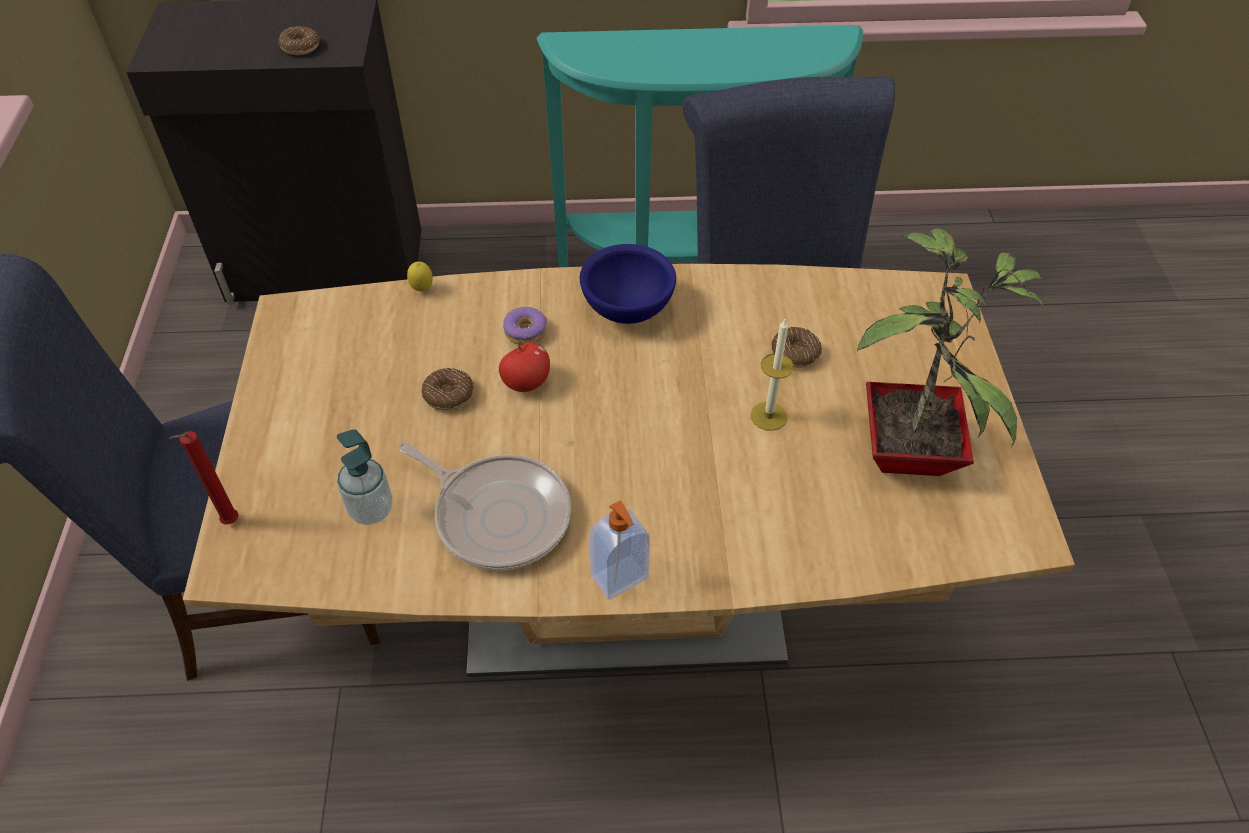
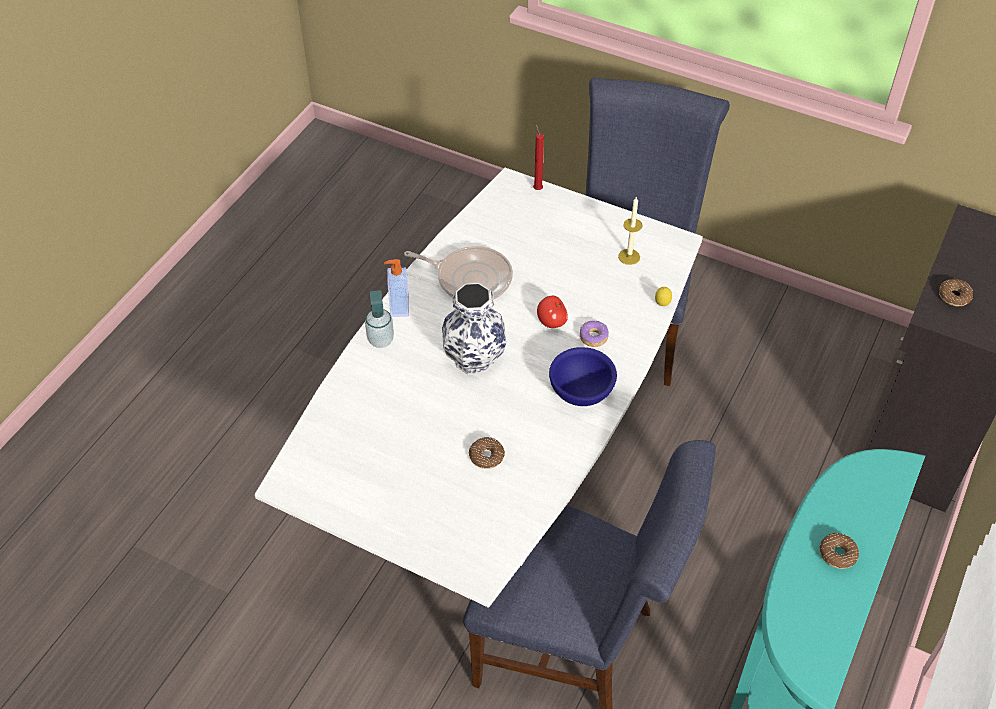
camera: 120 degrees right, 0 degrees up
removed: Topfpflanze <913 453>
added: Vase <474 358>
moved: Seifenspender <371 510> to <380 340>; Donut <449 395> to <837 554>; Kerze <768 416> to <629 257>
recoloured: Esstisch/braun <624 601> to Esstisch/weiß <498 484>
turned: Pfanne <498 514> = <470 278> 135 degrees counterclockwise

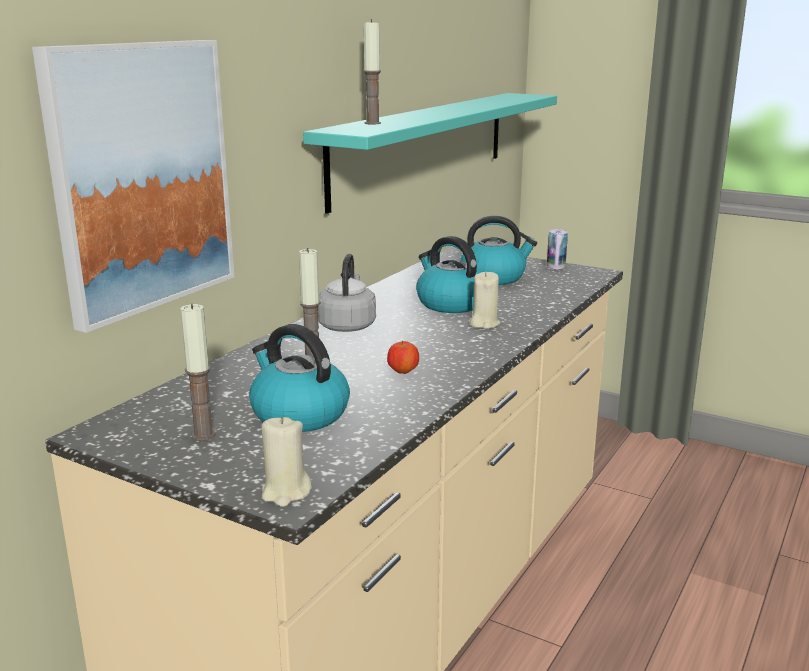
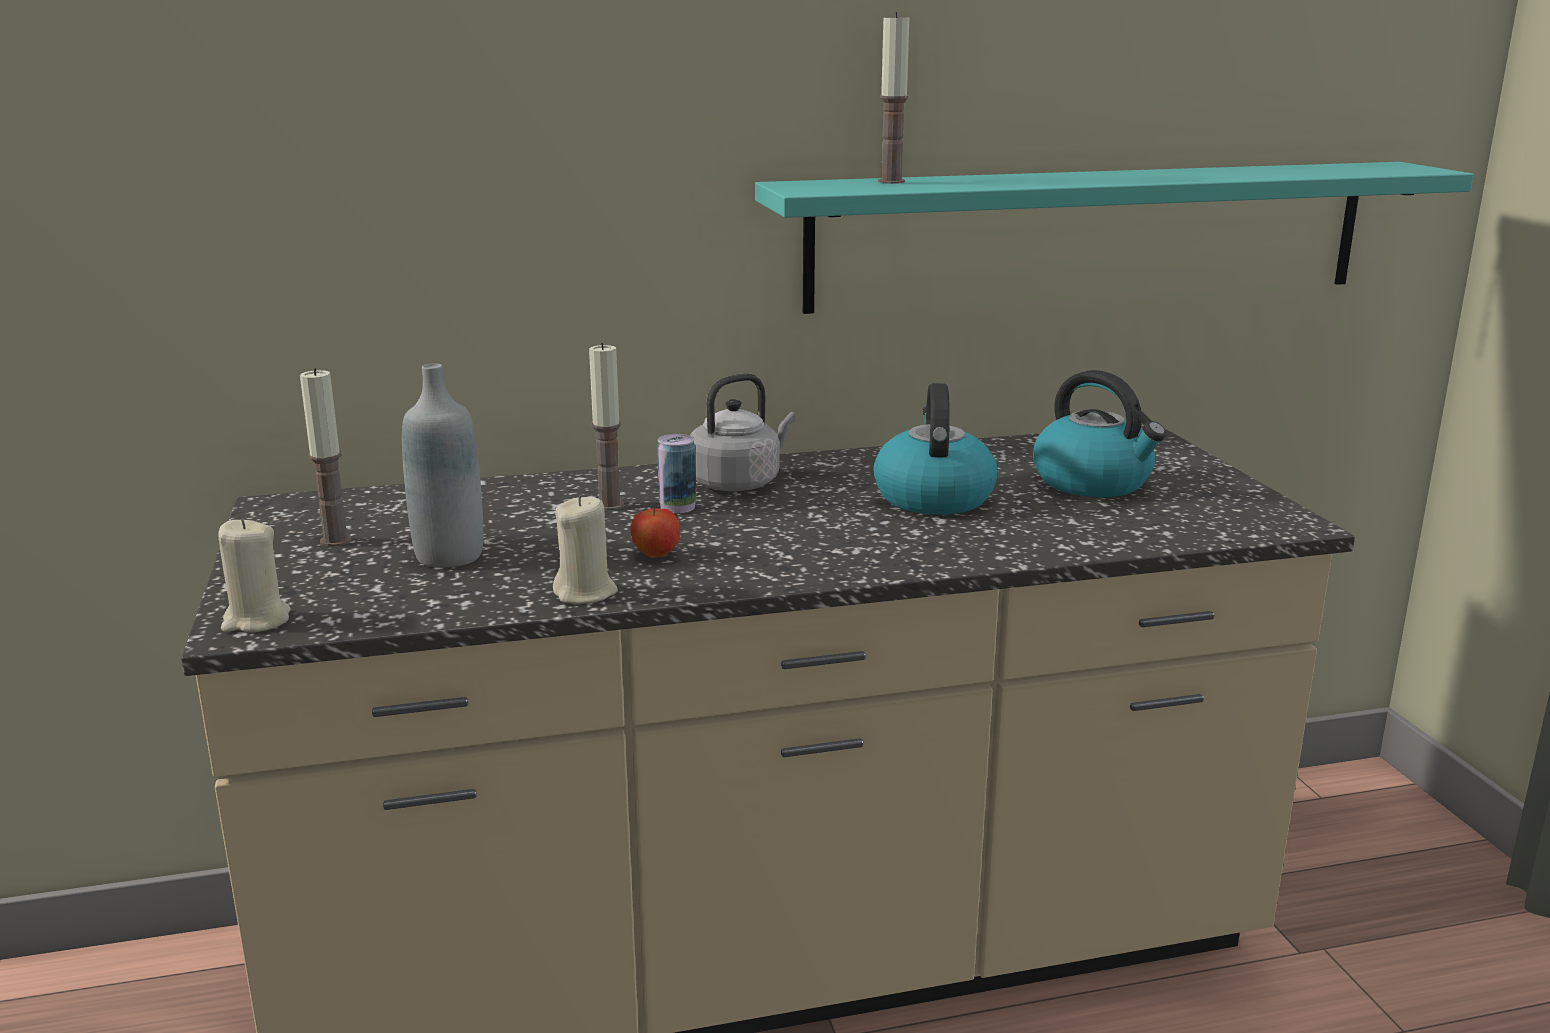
camera: 45 degrees right, 0 degrees up
removed: Bild <141 178>
moved: Kerze/beige <484 324> to <585 593>; Dose <556 266> to <677 507>
replaced: Wasserkessel <298 414> to Flasche/grau <449 556>

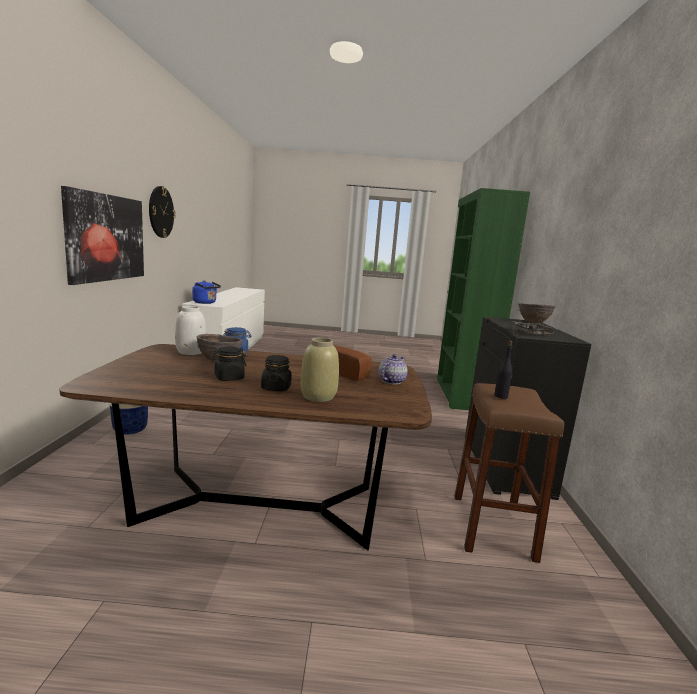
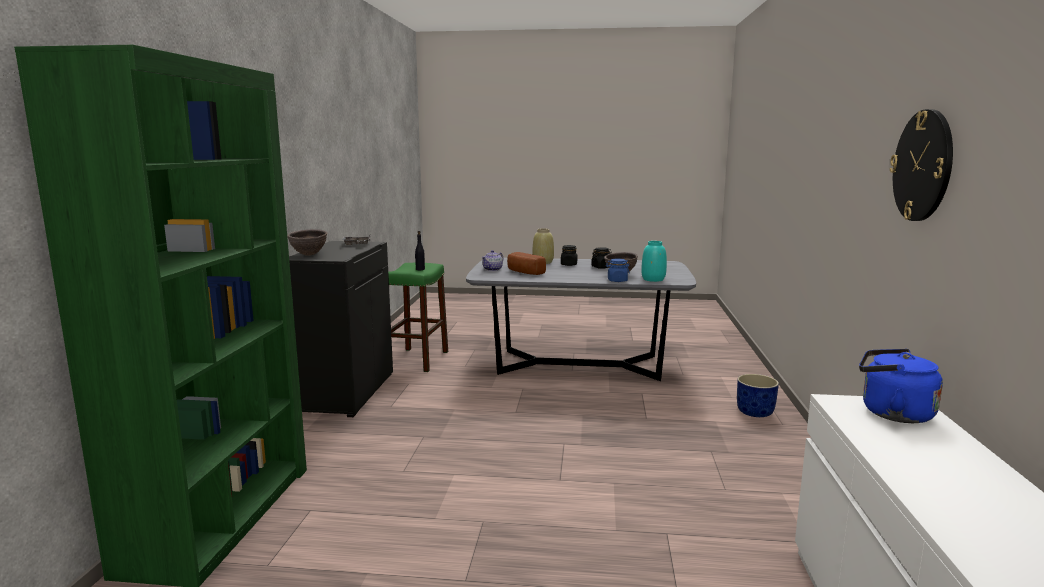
camera: 175 degrees left, 0 degrees up
removed: Bild <106 237>
recoloured: Esstisch/braun <260 506> to Esstisch/grau <578 365>; Vase/weiß <191 352> to Vase/türkis <653 279>; Hocker/braun <492 526> to Hocker/grün <417 360>

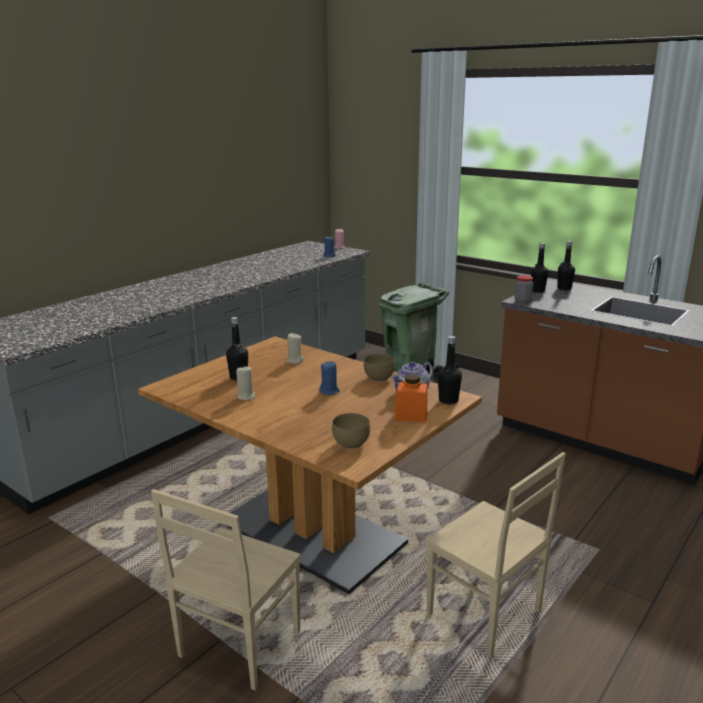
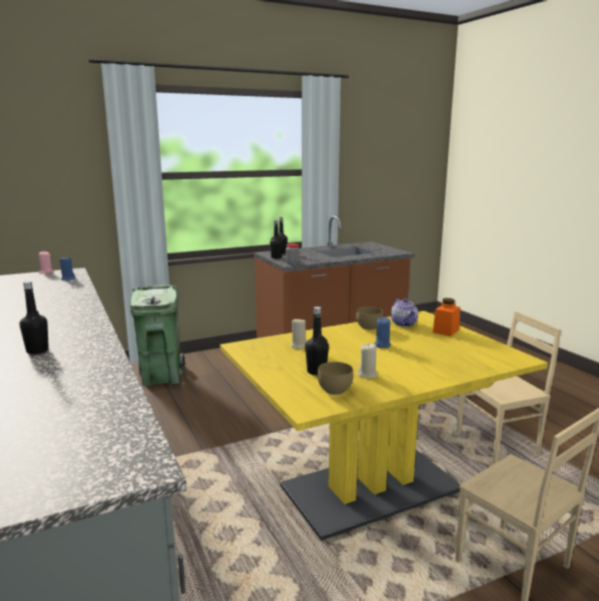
camera: 65 degrees left, 5 degrees down
moved: Schüssel/braun <352 443> to <334 390>; Flasche/schwarz <448 400> to <37 351>
recoloured: Esstisch/braun <311 533> to Esstisch/gelb <371 489>

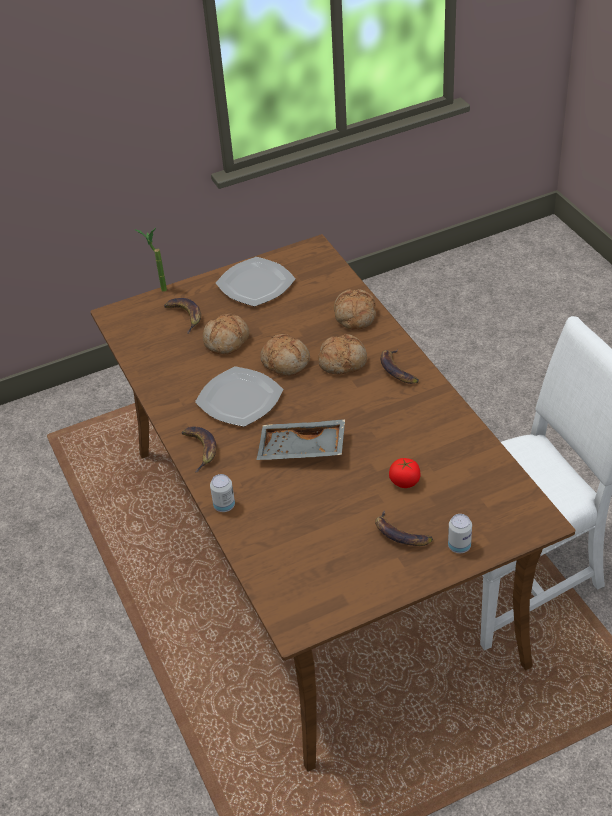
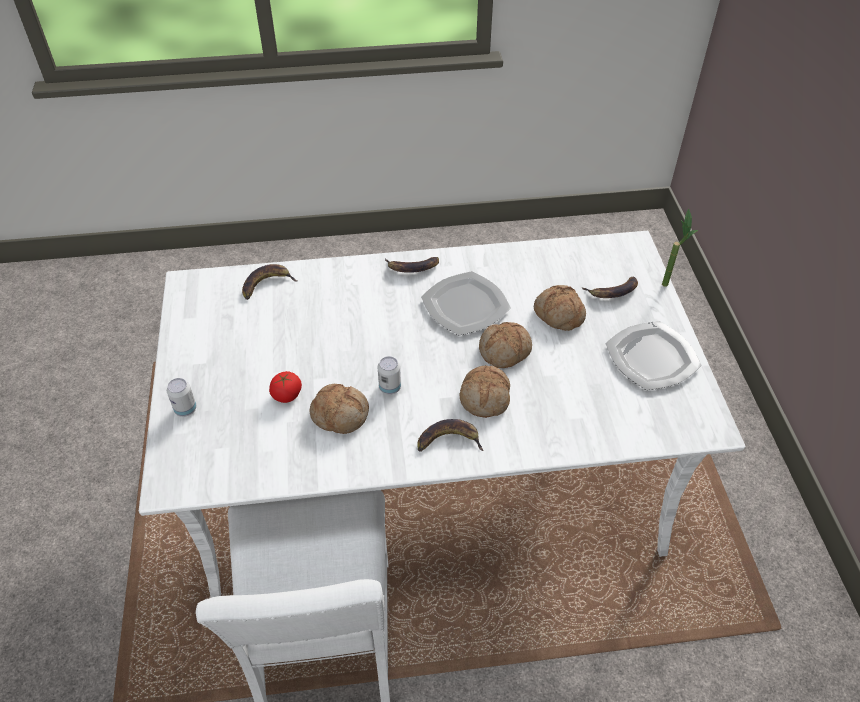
camera: 105 degrees right, 5 degrees up
removed: Tablett/grau <301 450>
moved: Dose <224 506> to <390 387>; Brot <354 316> to <340 414>; Banane <400 534> to <266 284>
recoloured: Esstisch/braun <315 551> to Esstisch/weiß <430 478>

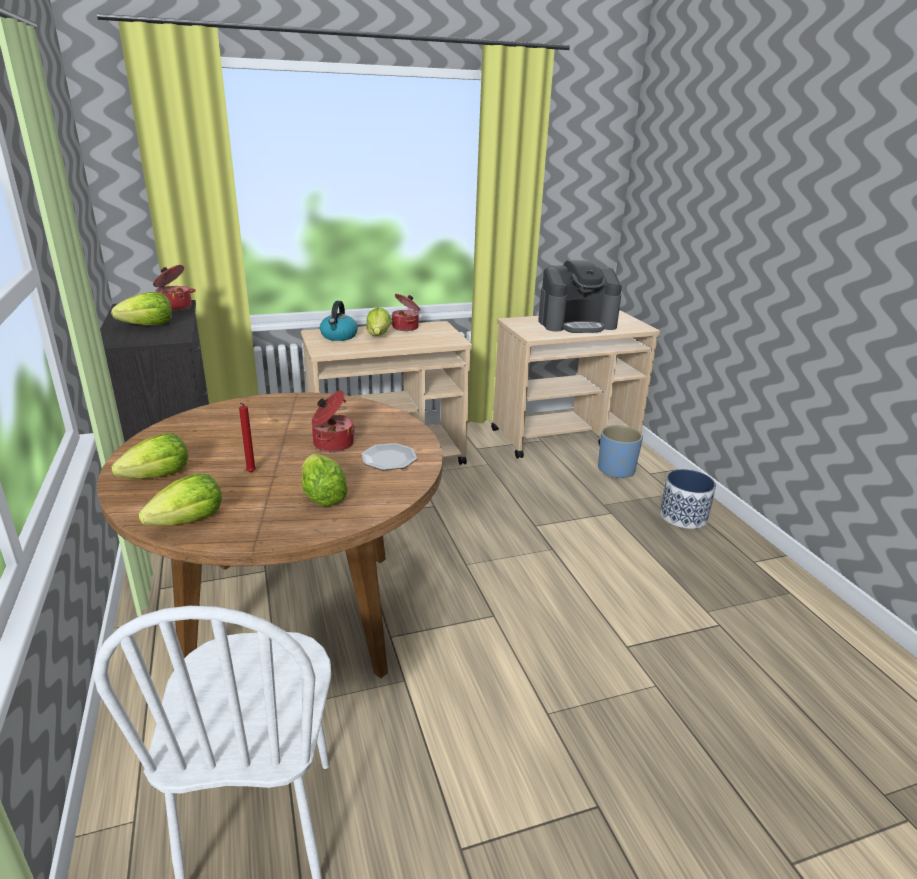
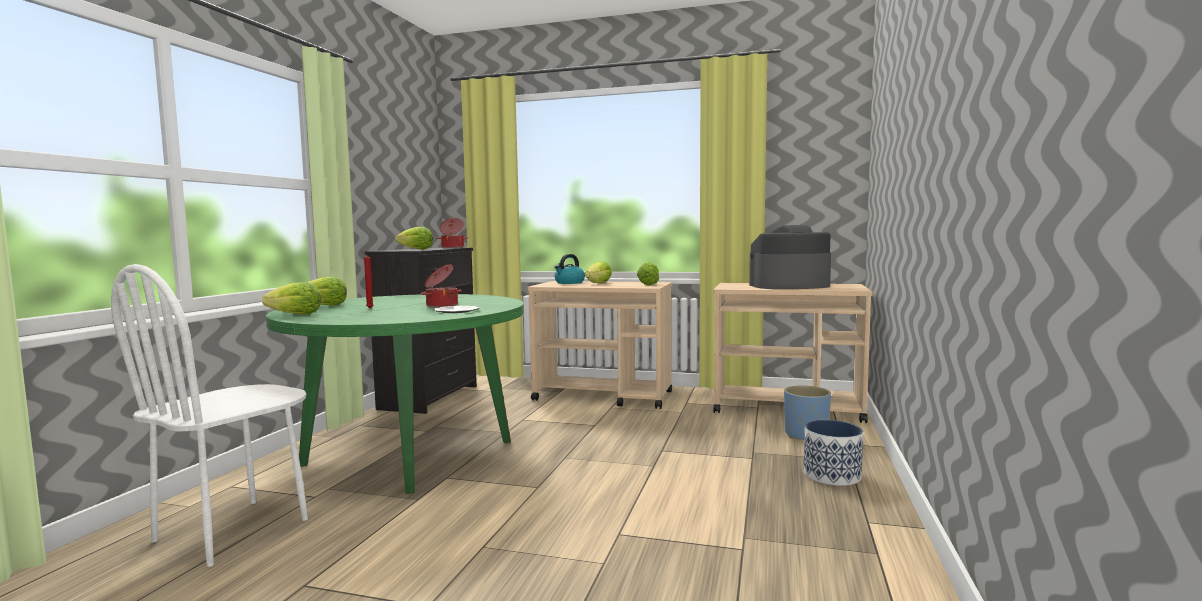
camera: 35 degrees right, 20 degrees down
removed: Kochtopf <406 327>
moved: Salatkopf <322 497> to <648 284>
recoloured: Esstisch/braun <295 614> to Esstisch/grün <409 453>
turned: Kaffeemaschine <577 324> = <789 286> 150 degrees clockwise

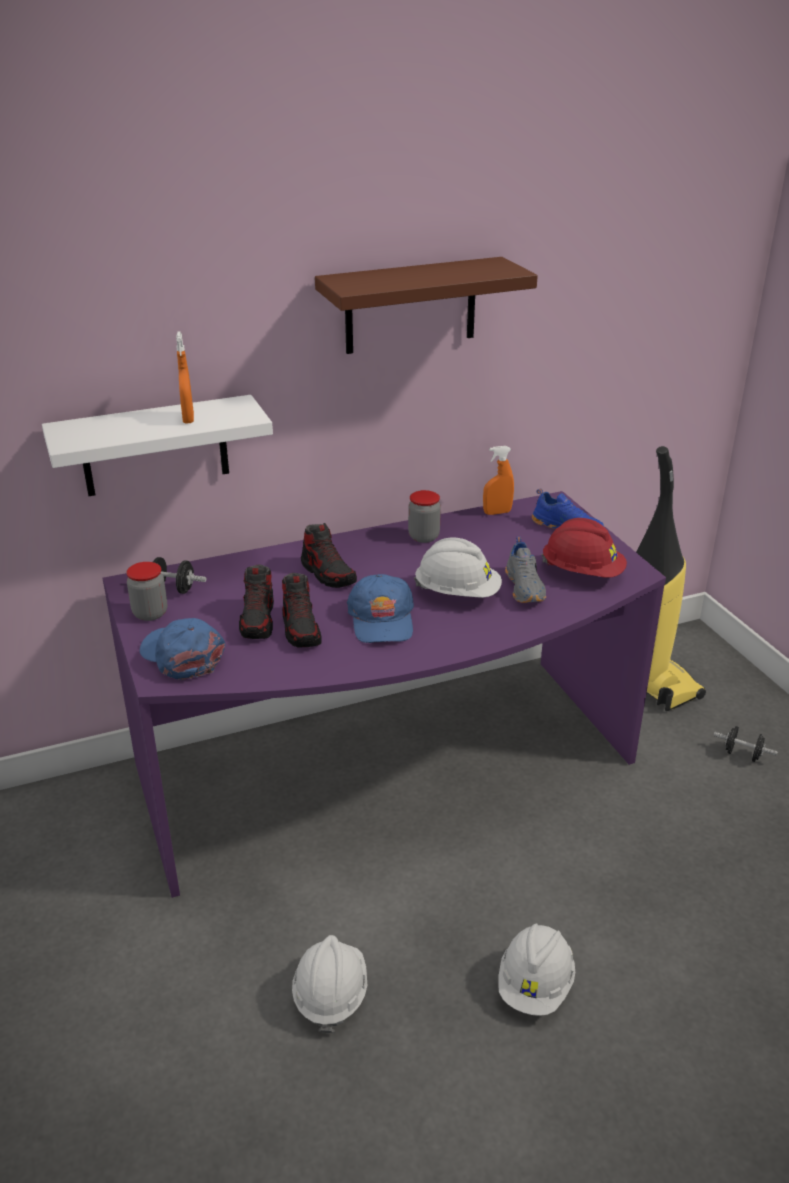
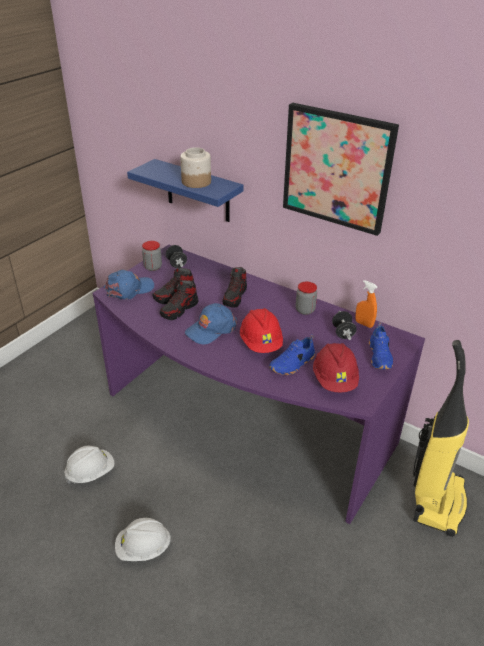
camera: 55 degrees right, 5 degrees up
moved: Hantel/schwarz <742 755> to <343 333>
replaced: Sprühflasche/orange <188 418> to Vorratsglas <196 182>; Wandregal/braun <410 306> to Bild <337 168>
recoloured: Wandregal/weiß <154 446> to Wandregal/blau <198 191>; Schutzhelm/weiß <457 593> to Schutzhelm/rot <261 343>; Schuh/grau <525 588> to Schuh/blau <293 364>
turned: Kappe/blau <182 655> = <129 289> 45 degrees clockwise

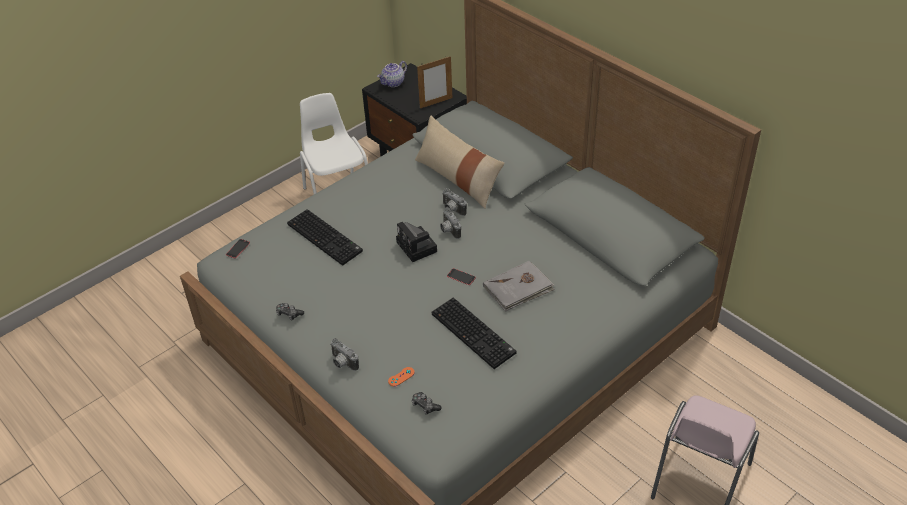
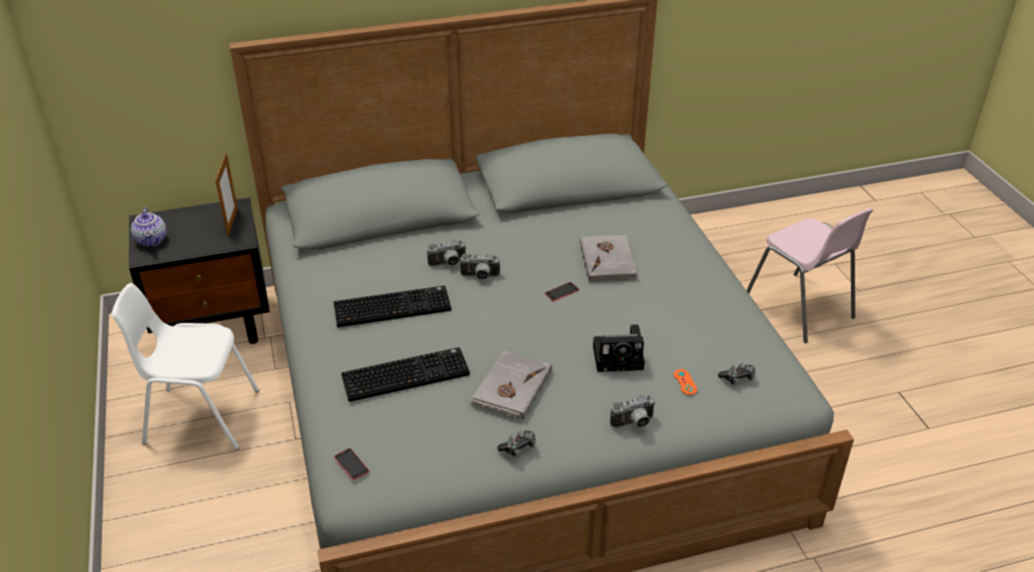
camera: 65 degrees left, 5 degrees down
removed: Kissen/beige <458 178>
added: Buch/grau <511 388>
moved: Kamera <418 248> to <620 357>; Tastatur <475 333> to <393 306>

